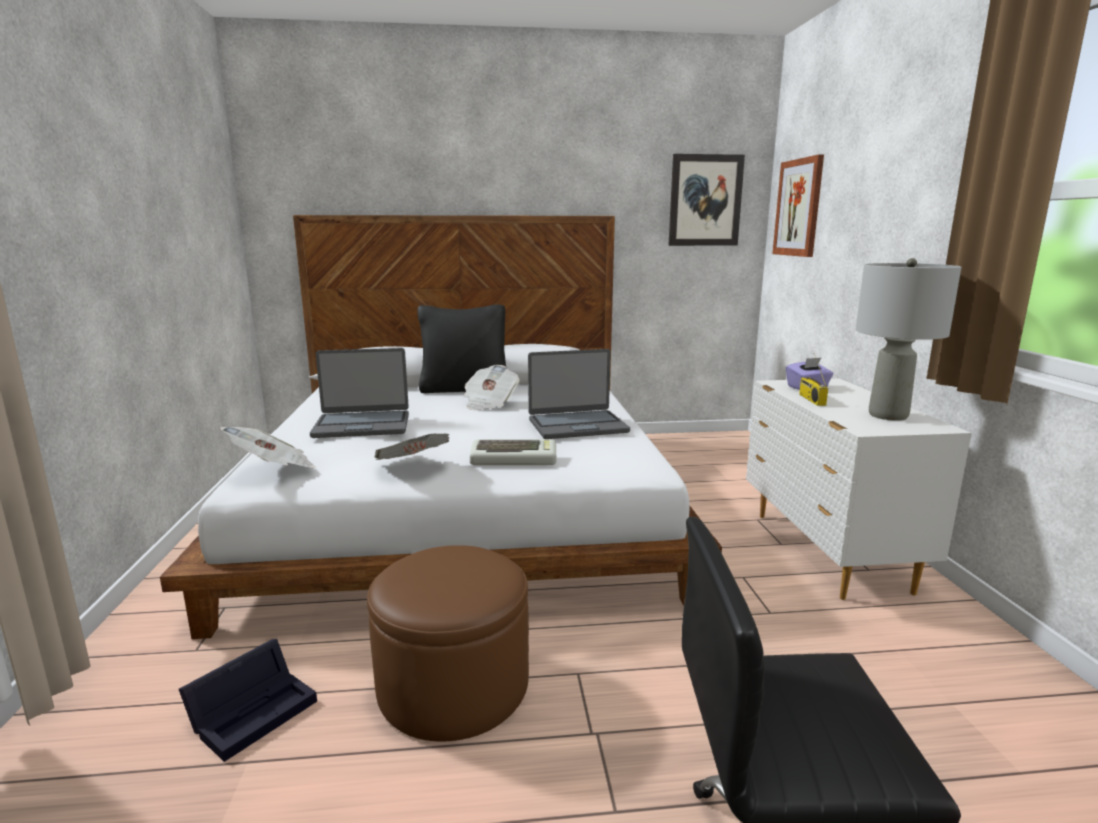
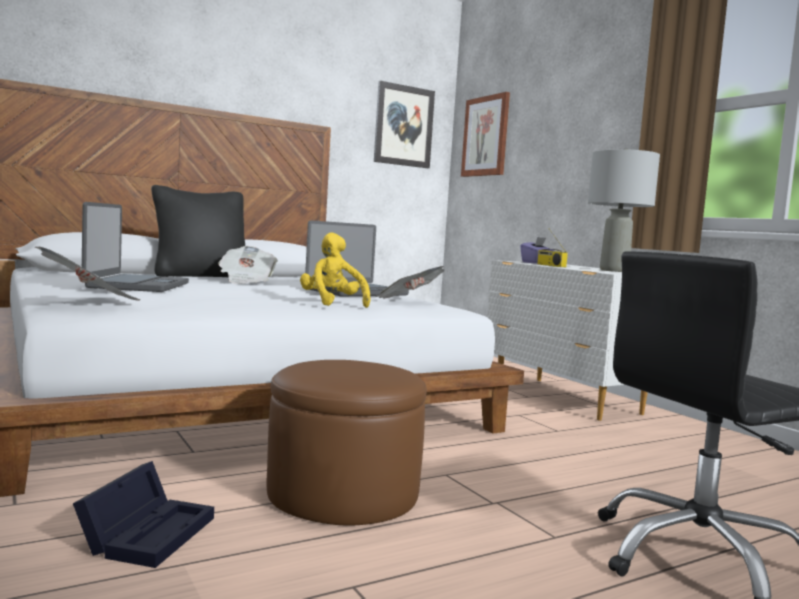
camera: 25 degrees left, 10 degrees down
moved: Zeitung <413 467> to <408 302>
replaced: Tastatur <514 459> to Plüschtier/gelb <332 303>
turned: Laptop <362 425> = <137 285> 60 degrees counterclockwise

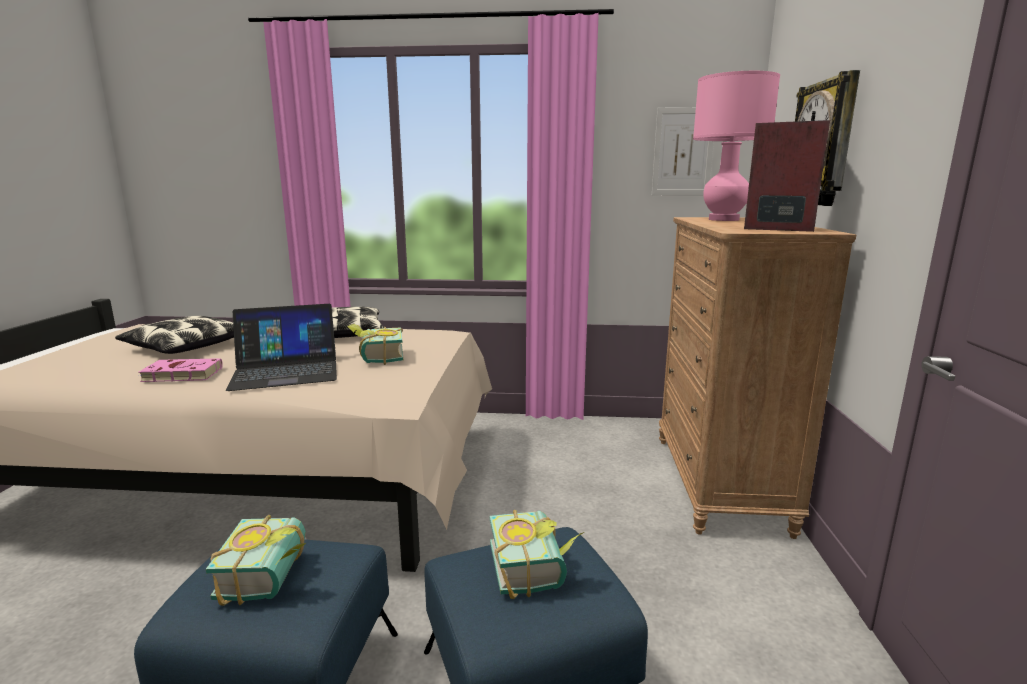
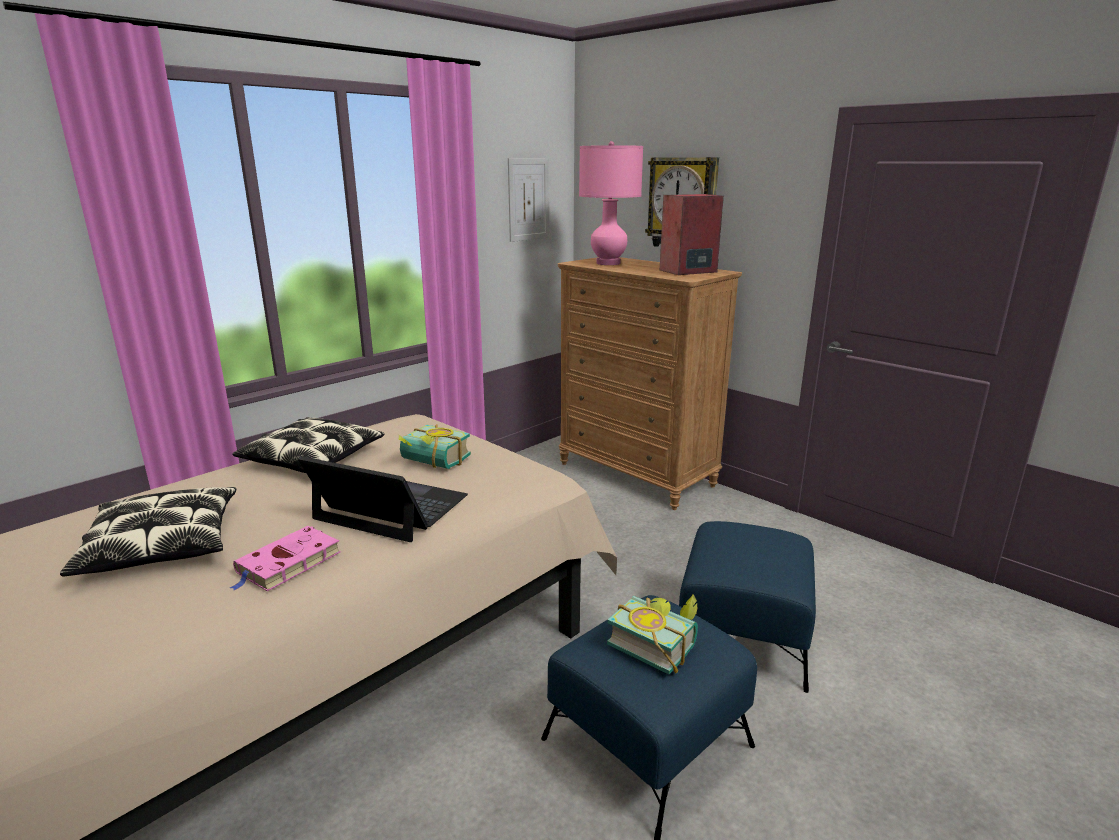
camera: 50 degrees left, 5 degrees up
removed: Buch <535 568>
turned: Laptop <286 371> = <390 508> 90 degrees counterclockwise

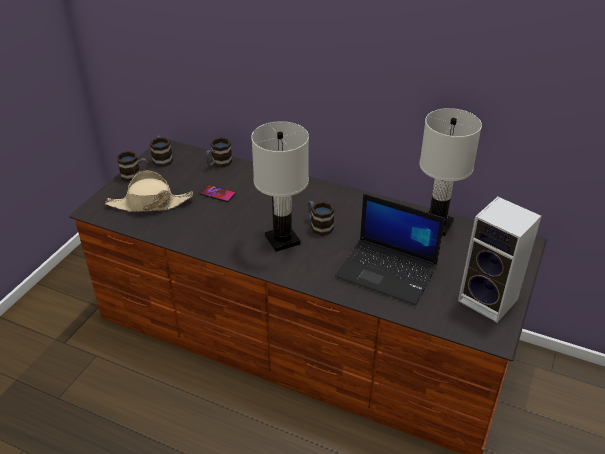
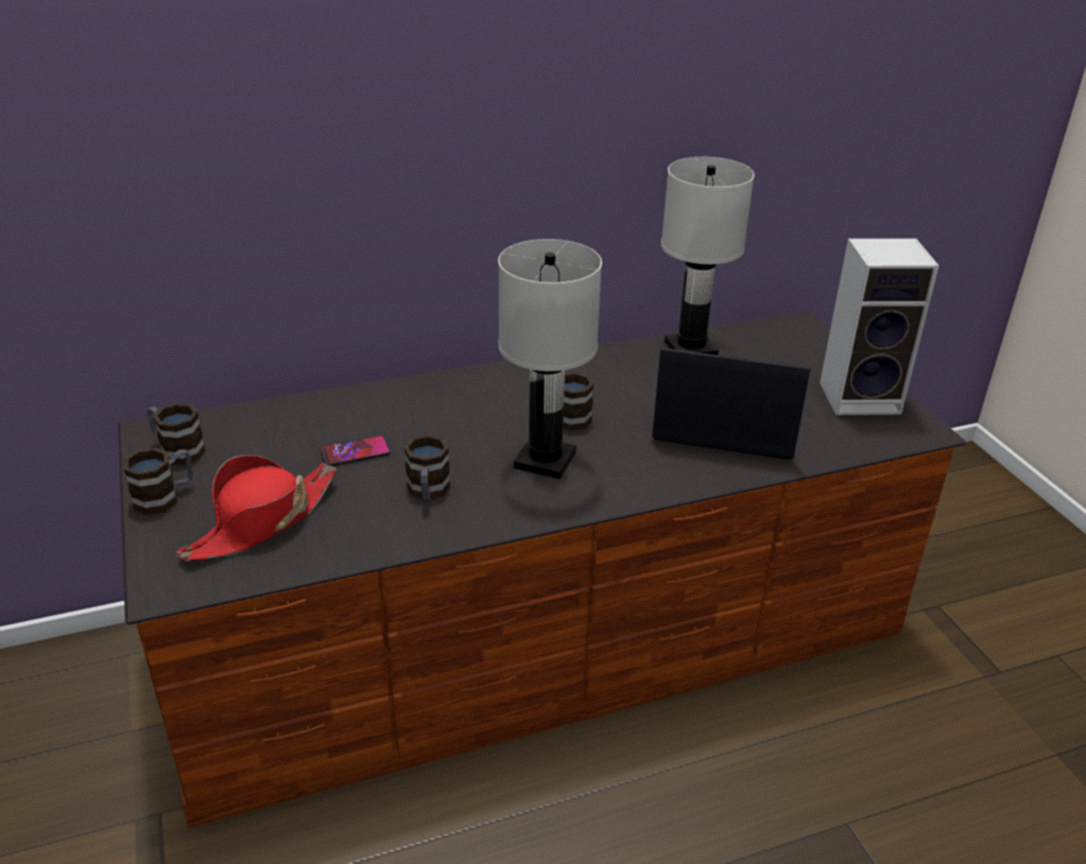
camera: 45 degrees left, 5 degrees down
moved: Henkelbecher <218 163> to <427 492>
recoloured: Hut/beige <149 204> to Hut/rot <262 522>
turned: Laptop <388 271> = <723 425> 150 degrees counterclockwise

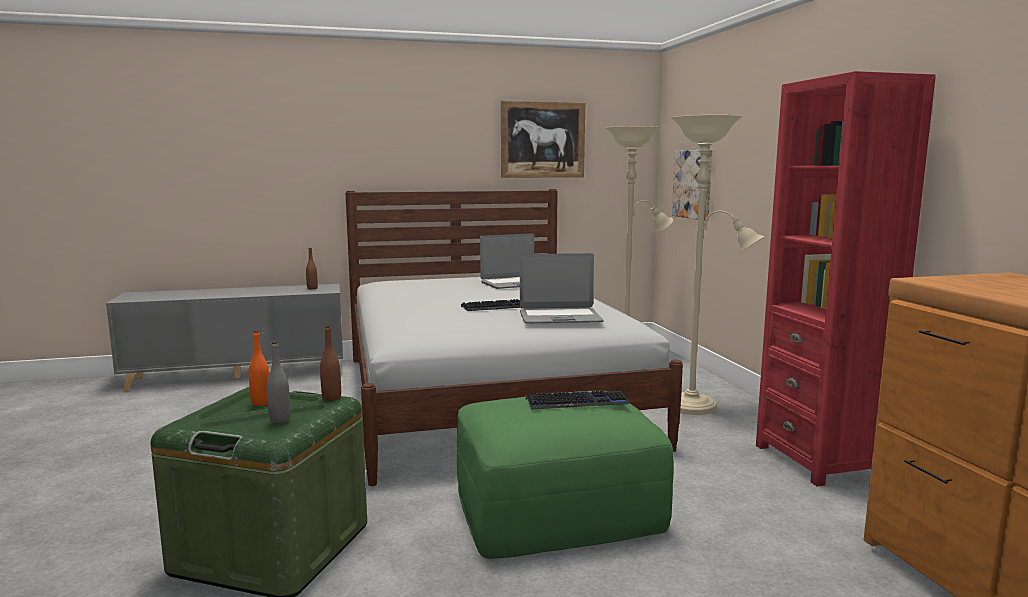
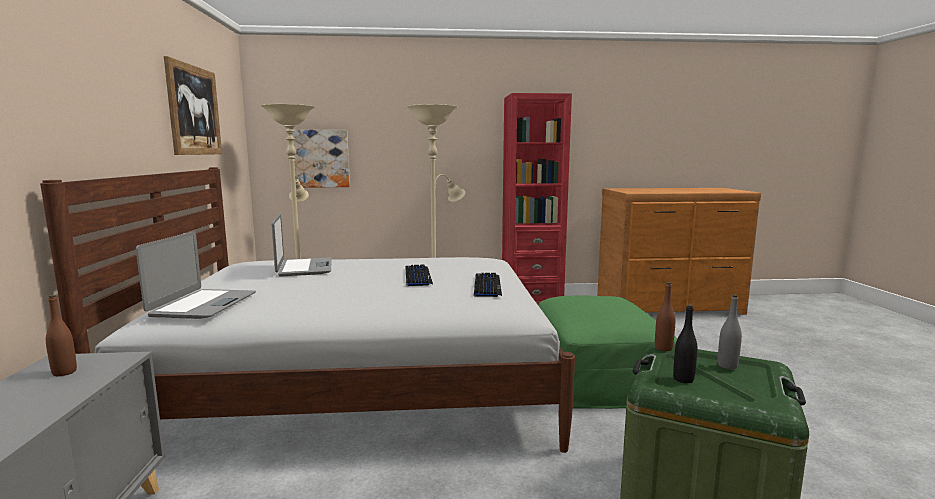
camera: 80 degrees left, 0 degrees up
moved: Laptop <559 318> to <203 305>; Tastatur <577 402> to <487 286>
recoloured: Flasche/orange <261 403> to Flasche/schwarz <683 379>

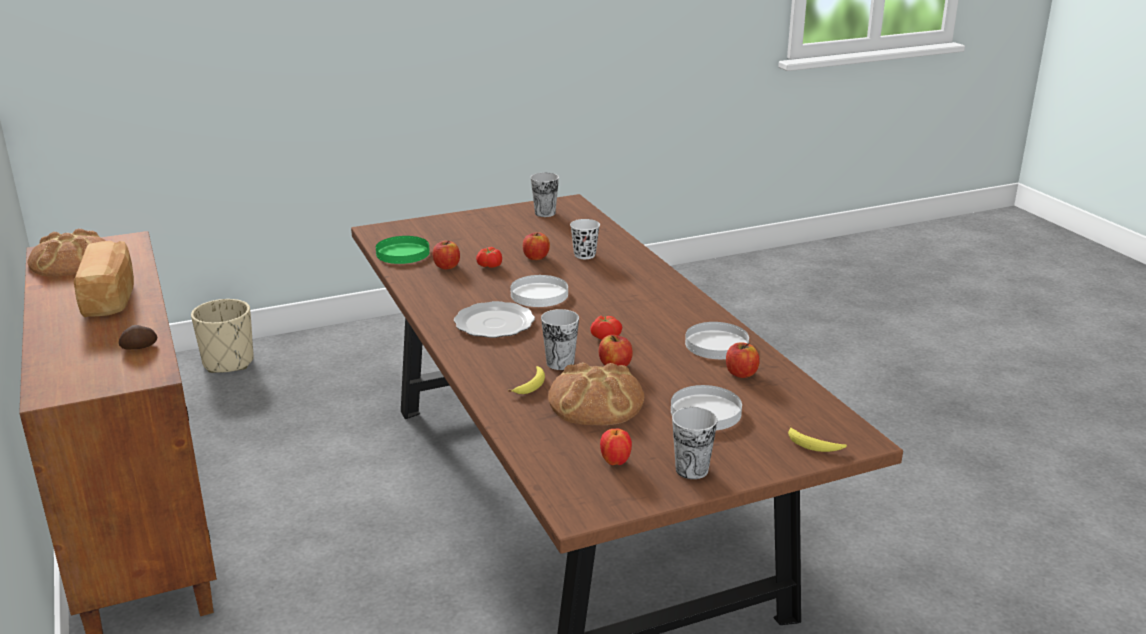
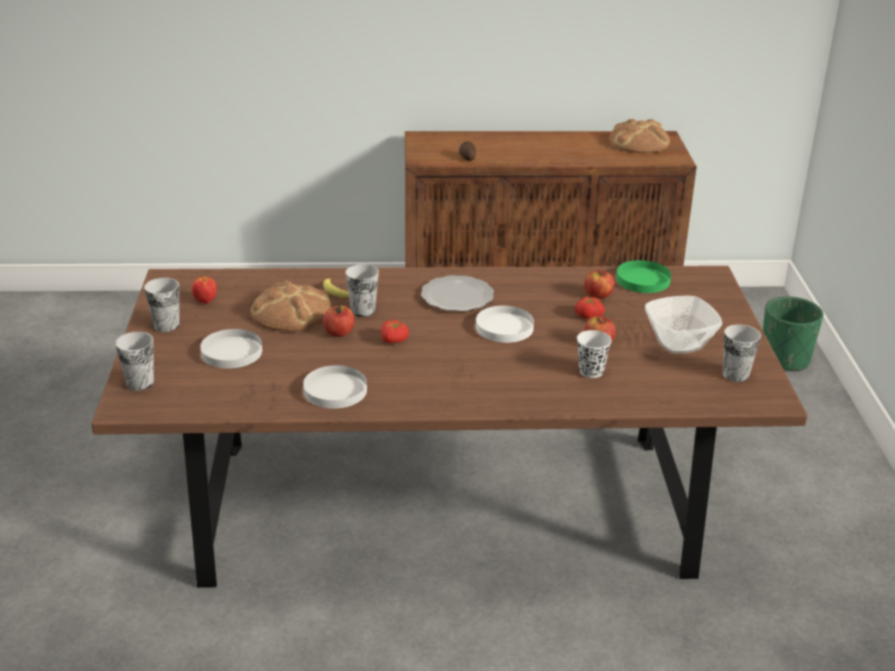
camera: 110 degrees right, 5 degrees up
removed: Brot <111 297>; Apfel <741 373>
added: Schüssel <680 343>
replaced: Banane <813 445> to Tasse <140 383>
recoloured: Pflanzkübel/beige <228 362> to Pflanzkübel/grün <784 359>

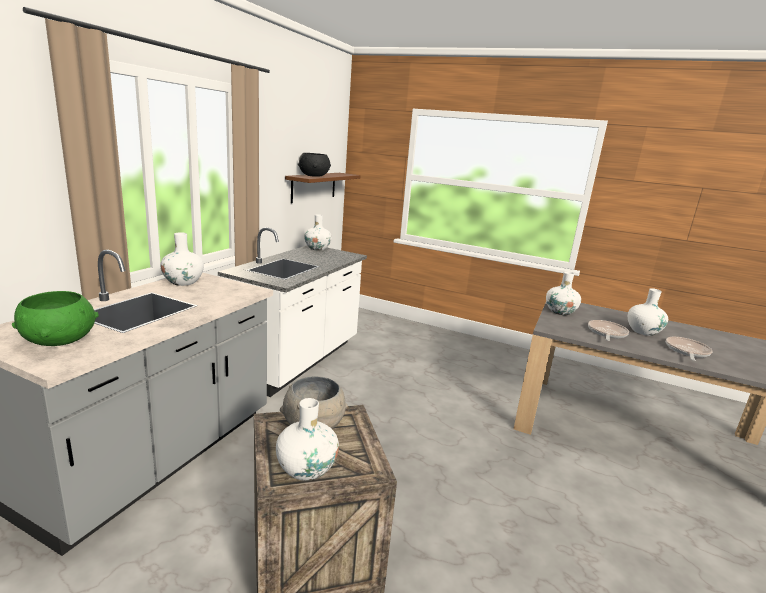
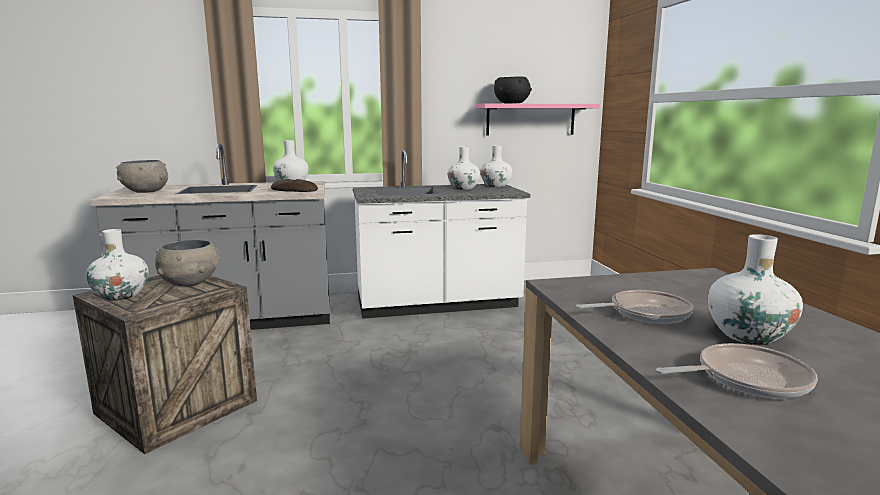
camera: 55 degrees right, 5 degrees down
added: Brot <294 190>
moved: Vase/weiß <560 312> to <463 188>
recoloured: Schüssel/grün <59 341> to Schüssel/grau <145 192>; Wandregal/braun <314 186> to Wandregal/rosa <530 119>

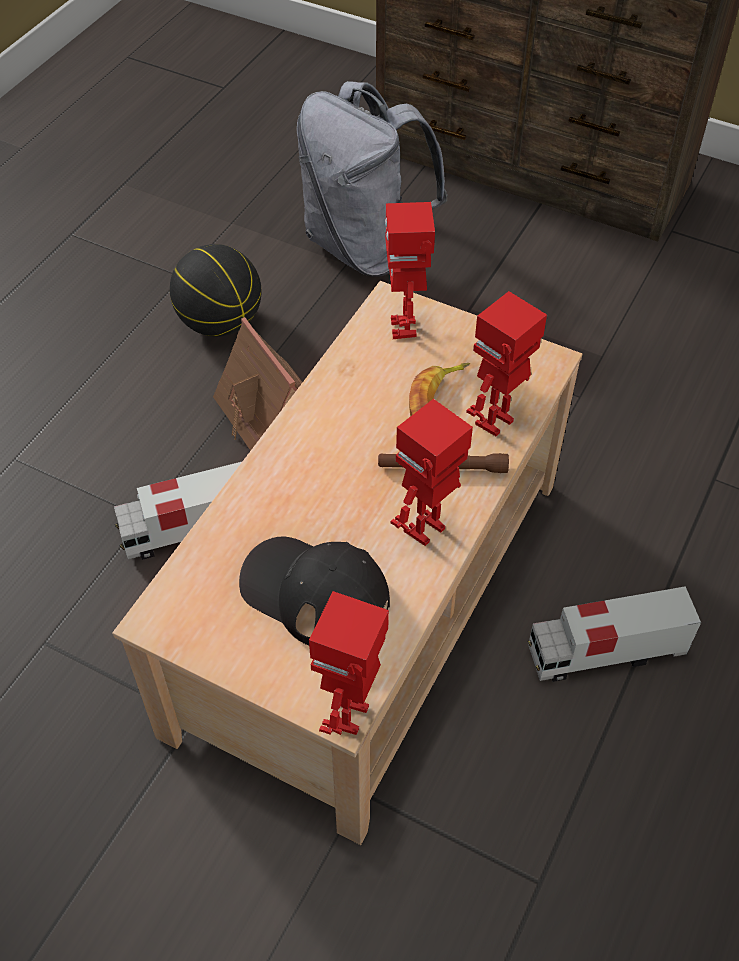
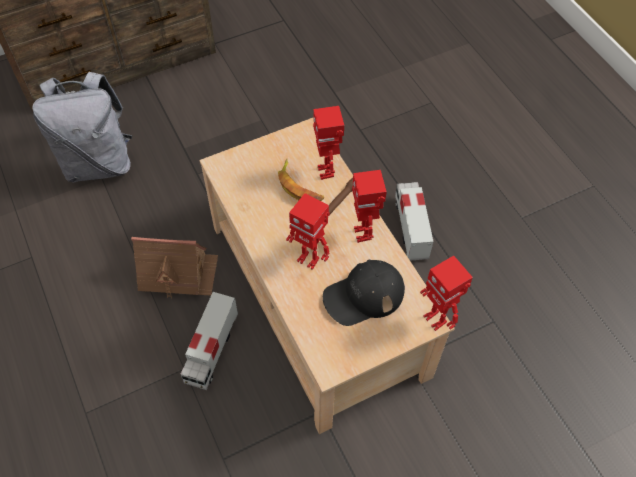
camera: 55 degrees left, 5 degrees up
removed: Basketball <220 322>
moved: Spielzeugroboter <405 328> to <309 259>
turned: Spielzeuglaster <604 653> = <411 227> 150 degrees clockwise

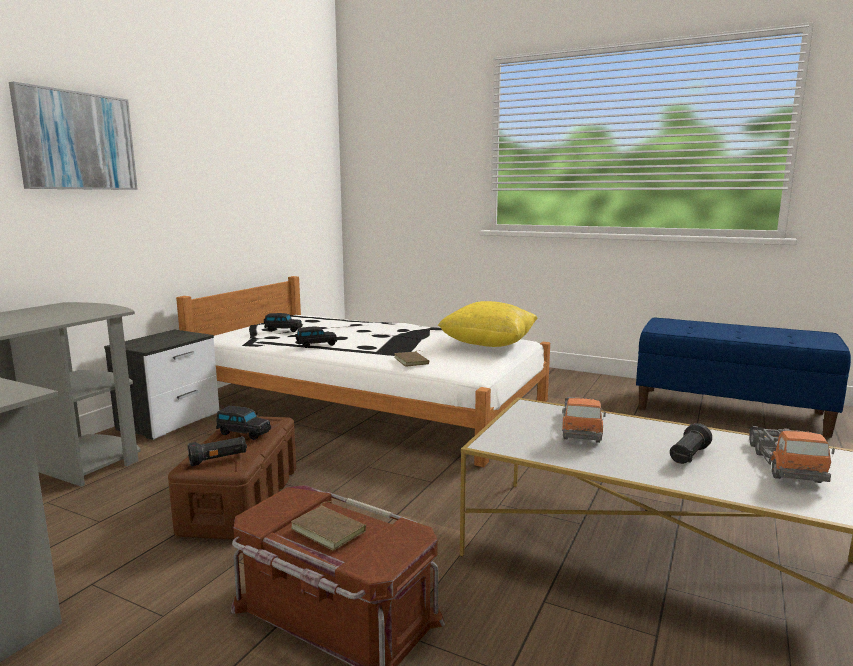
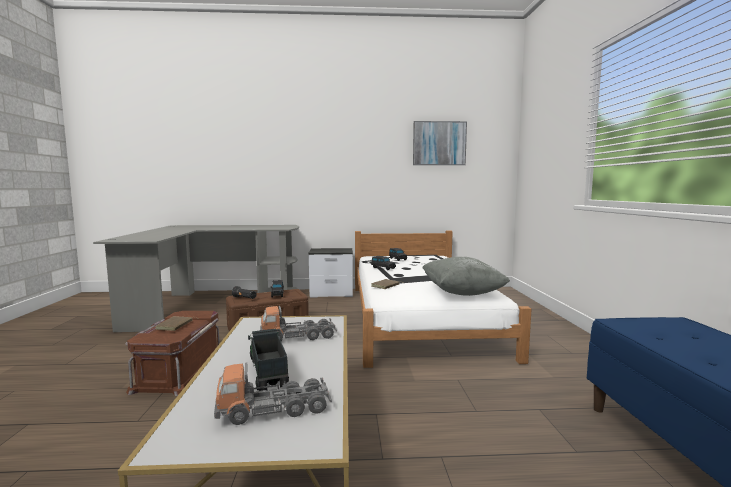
camera: 60 degrees right, 5 degrees down
moved: Bild <77 141> to <439 143>
replaced: Taschenlampe/schwarz <688 456> to Spielzeuglaster <267 371>
recoloured: Kissen/gelb <488 345> to Kissen/grau <462 293>

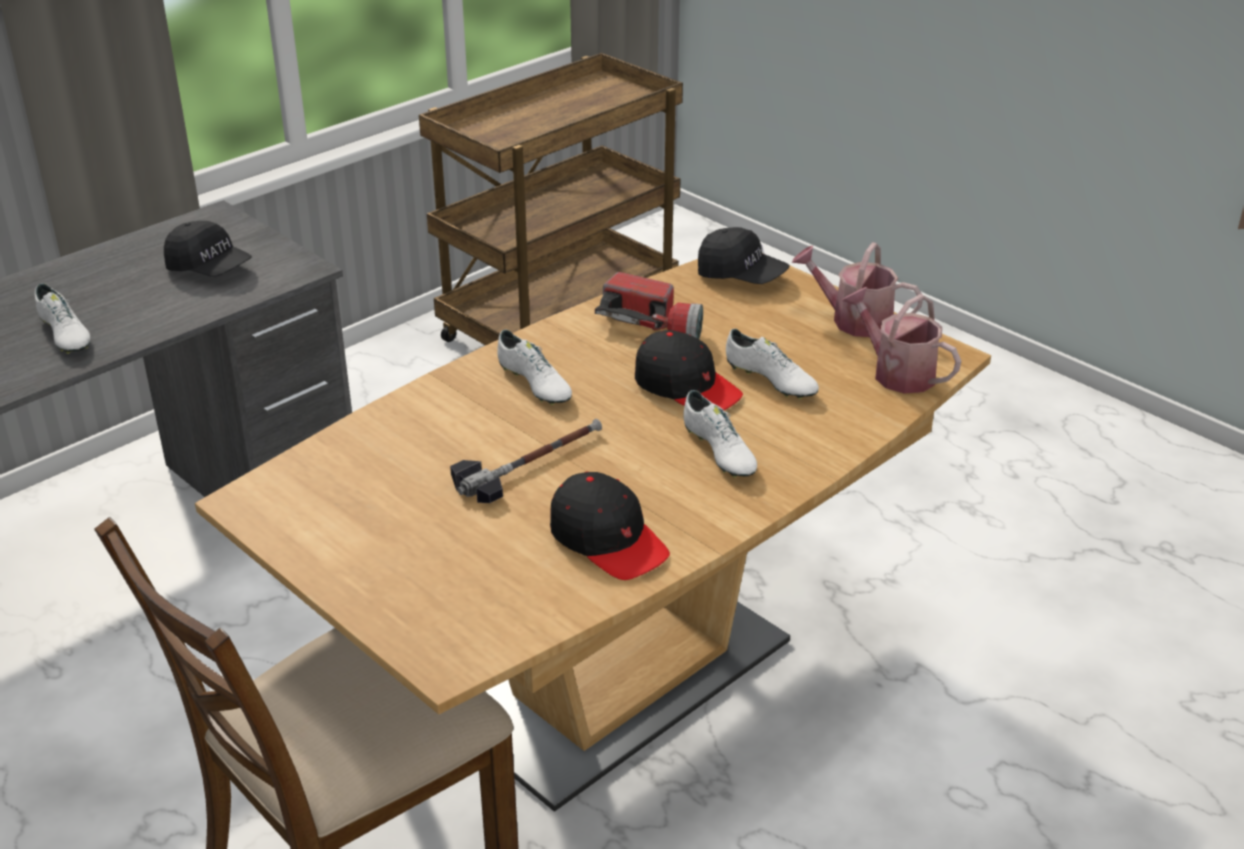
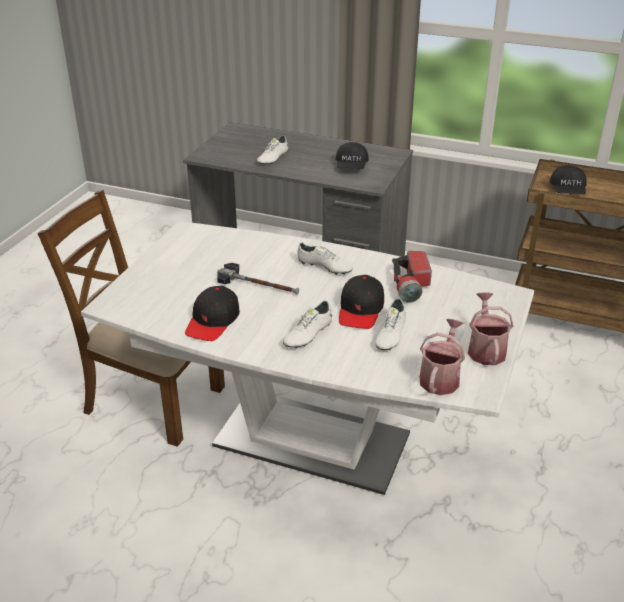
camera: 65 degrees right, 0 degrees up
moved: Kappe/schwarz <741 276> to <567 191>
recoloured: Esstisch/braun <622 680> to Esstisch/weiß <312 440>
turned: Schuh/weiß <534 385> = <324 267> 90 degrees counterclockwise

